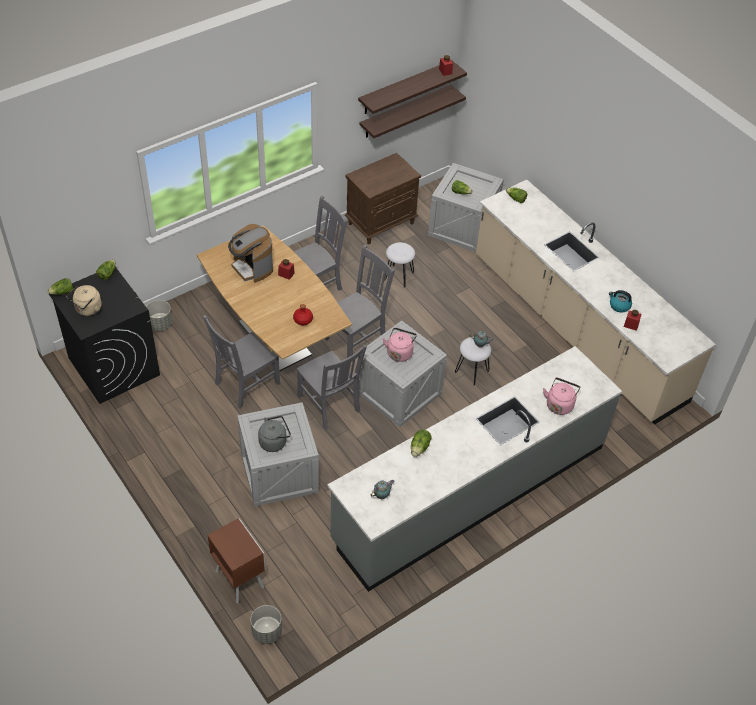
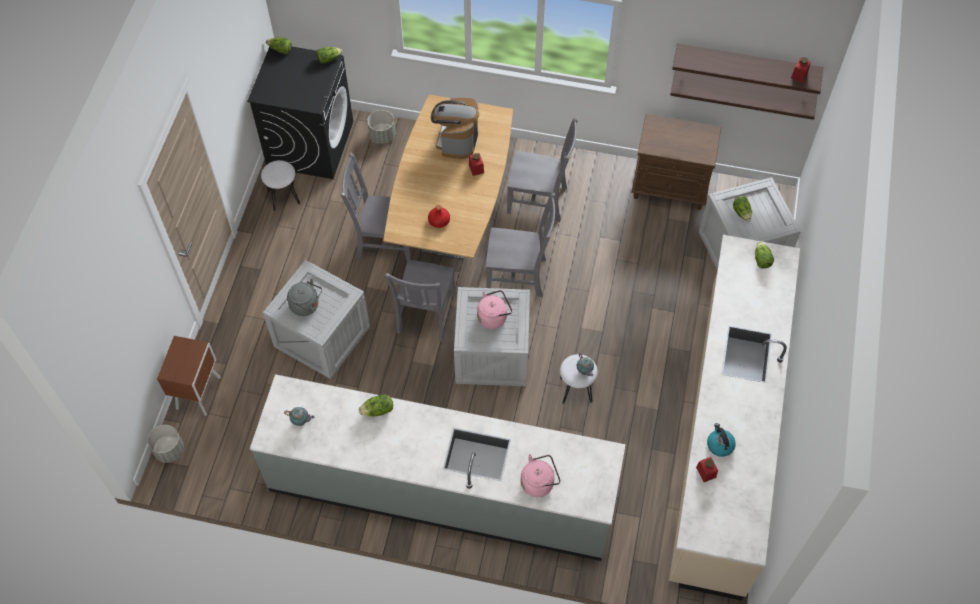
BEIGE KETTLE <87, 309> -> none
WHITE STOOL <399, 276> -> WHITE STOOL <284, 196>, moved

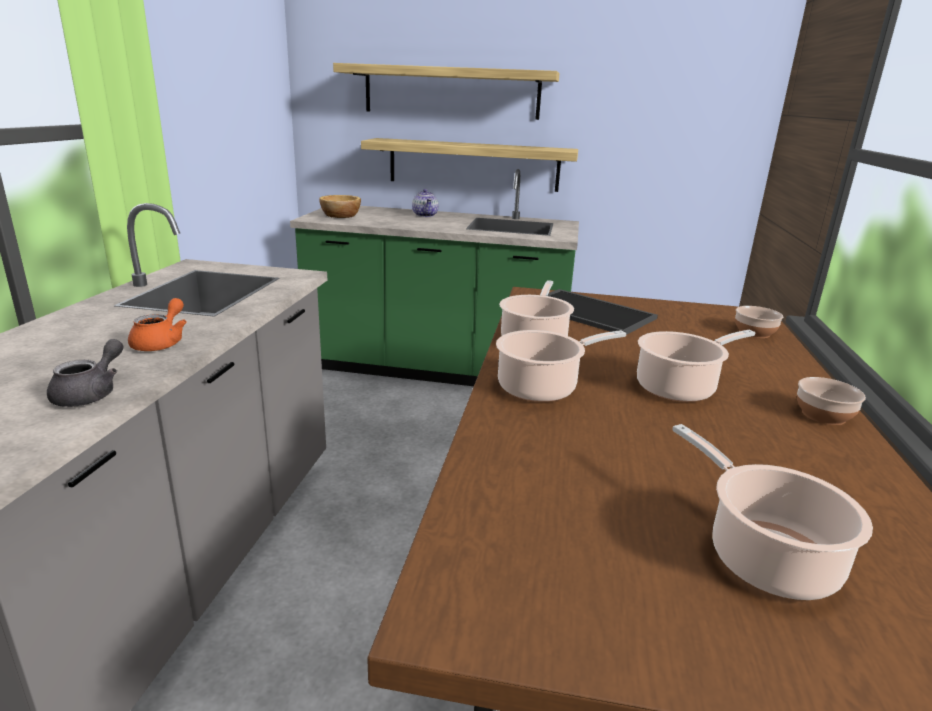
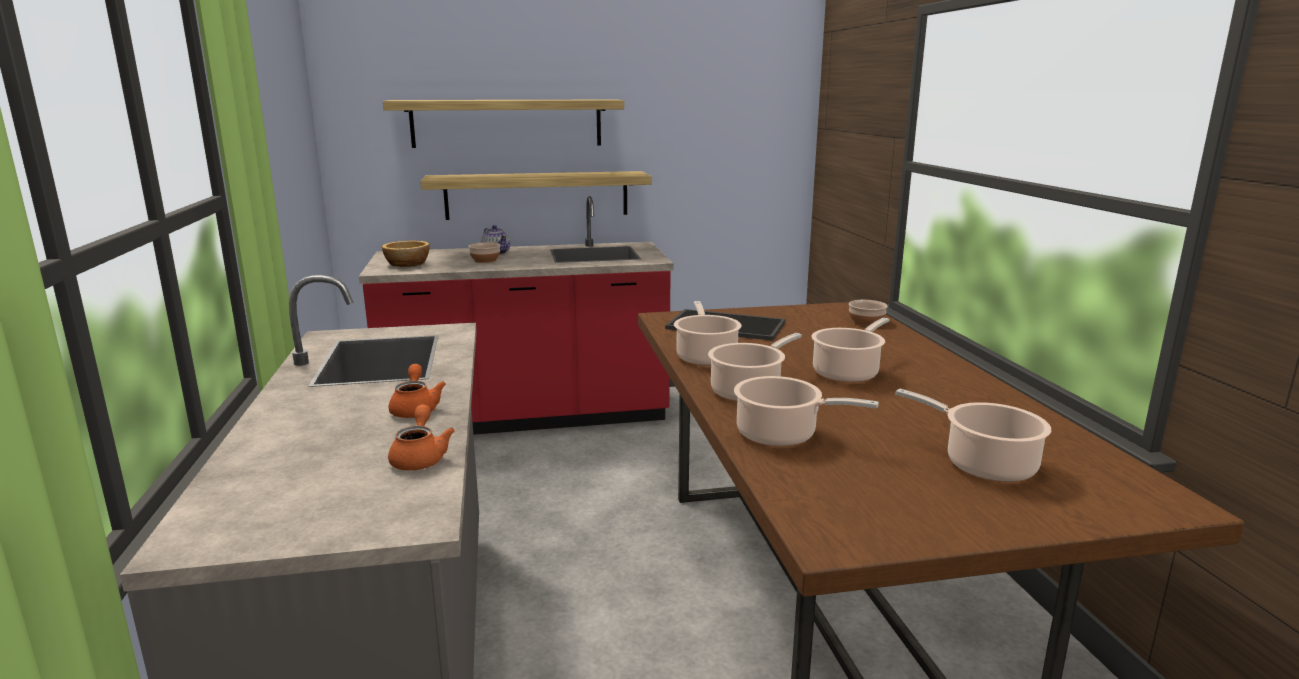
GREY TEAPOT <91, 394> -> ORANGE TEAPOT <420, 457>
GREEN COUNTER <437, 370> -> RED COUNTER <528, 417>
BOWL <823, 415> -> BOWL <485, 260>, moved
none -> COOKING POT <781, 435>

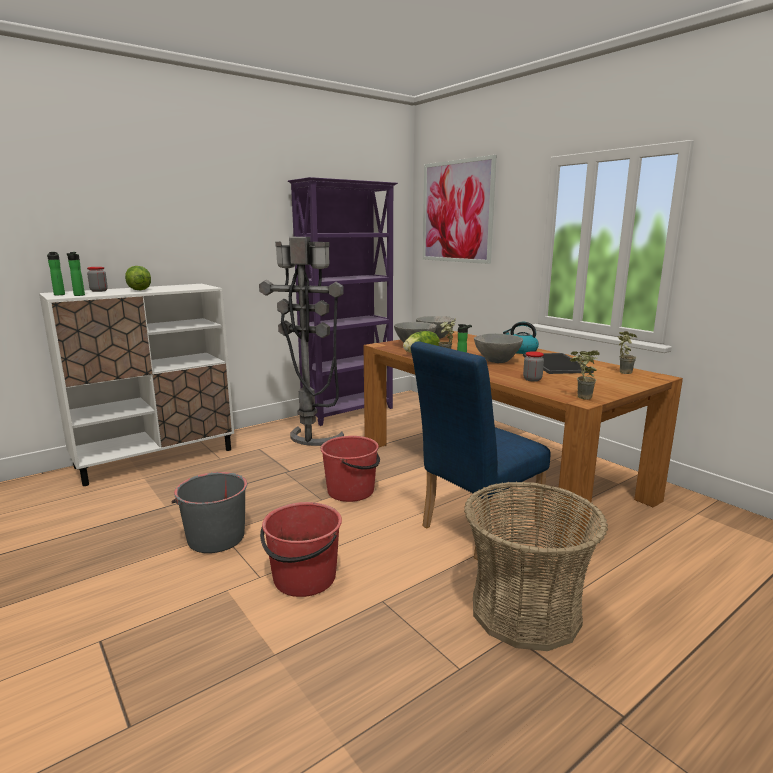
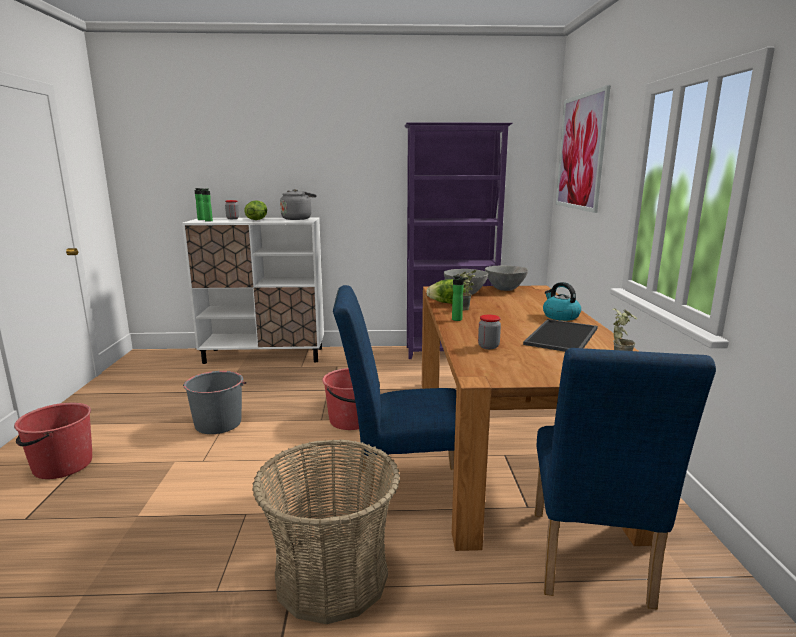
GREY FLOOR LAMP <310, 442> -> none
RED BUCKET <304, 578> -> RED BUCKET <62, 465>, moved
GREY BOWL <497, 361> -> none
POTTED PLANT <580, 397> -> none
none -> GREY KETTLE <298, 219>
none -> BLUE CHAIR <589, 564>

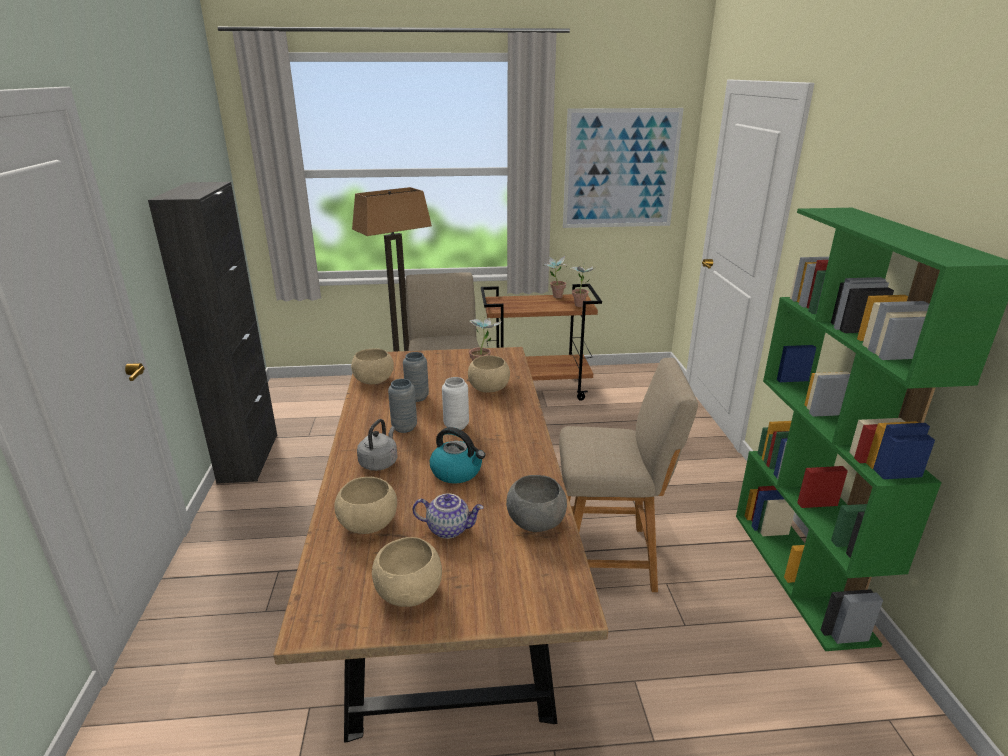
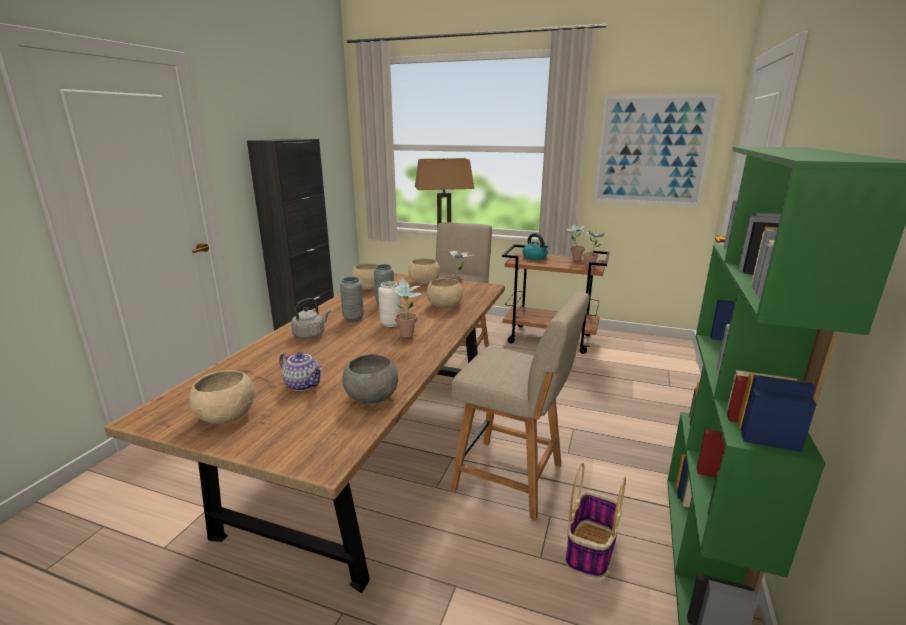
BEIGE BOWL <367, 524> -> BEIGE BOWL <424, 282>, moved
KETTLE <457, 472> -> KETTLE <535, 257>, moved
none -> POTTED PLANT <407, 336>
none -> BASKET <590, 550>

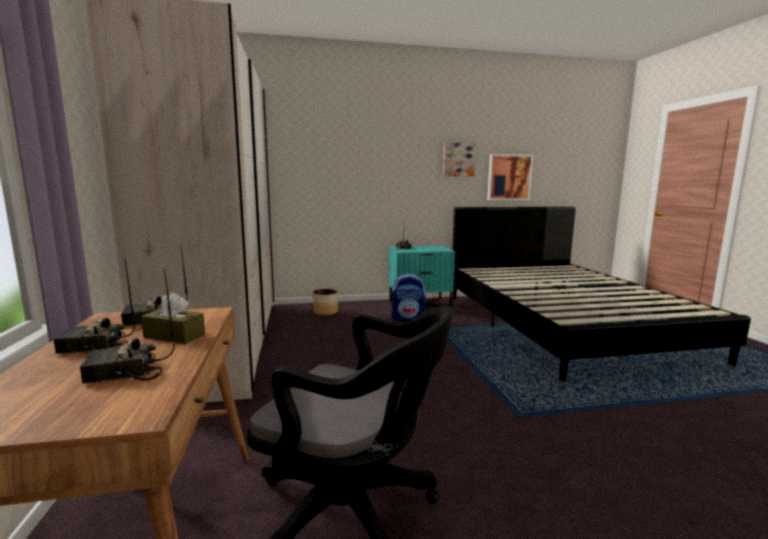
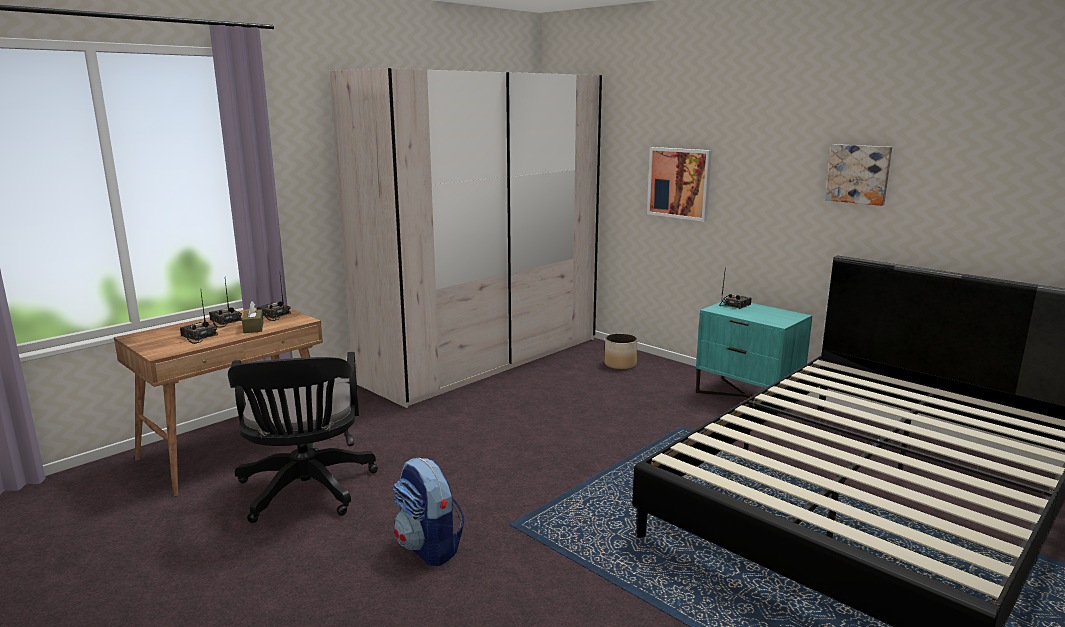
BACKPACK <408, 318> -> BACKPACK <429, 548>, moved
PICTURE <509, 177> -> PICTURE <679, 183>, moved

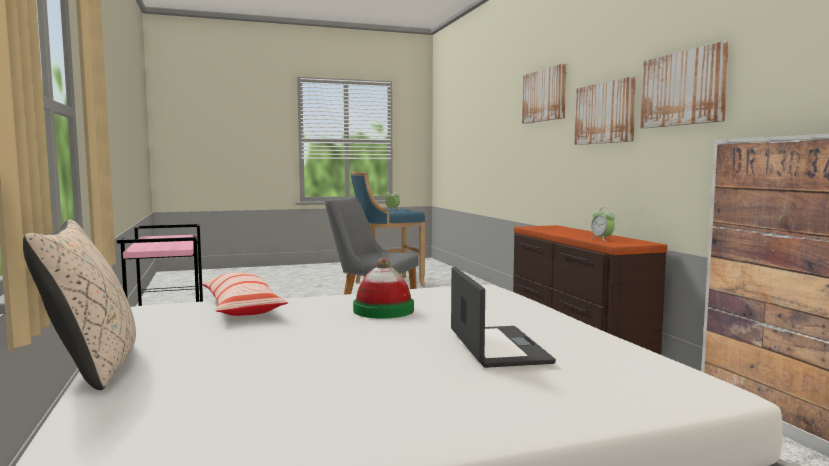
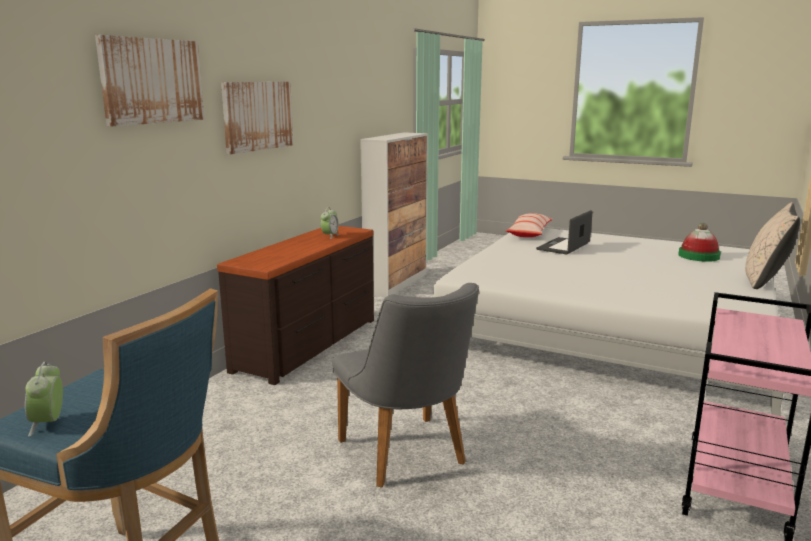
PILLOW <241, 308> -> PILLOW <529, 233>, moved
HAT <383, 310> -> HAT <698, 256>, moved
PICTURE <683, 88> -> none

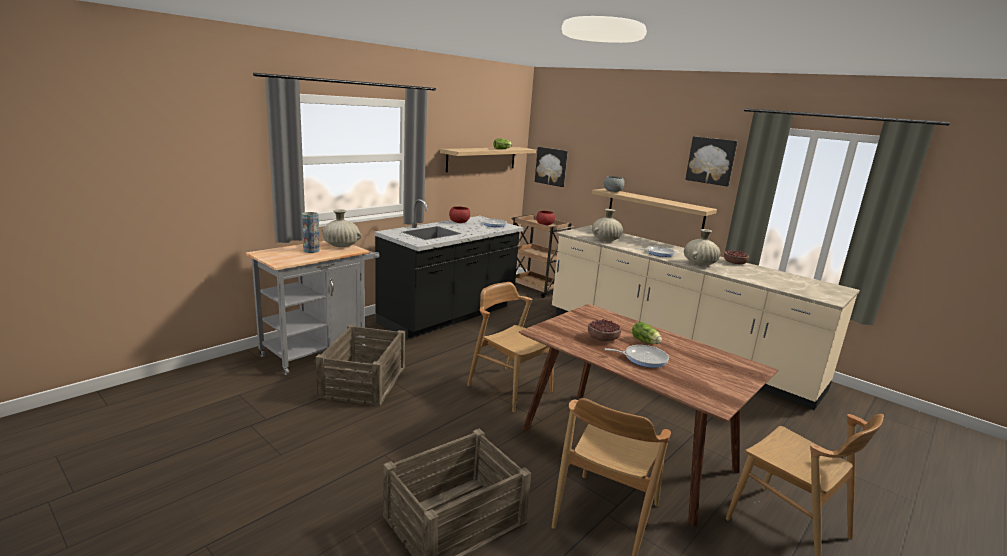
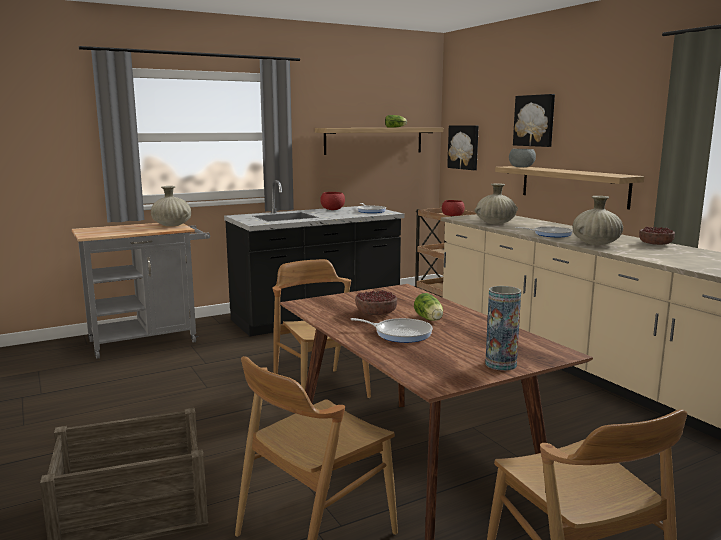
VASE <311, 250> -> VASE <500, 364>, moved
CRATE <362, 381> -> none
PICTURE <711, 161> -> PICTURE <535, 120>, moved

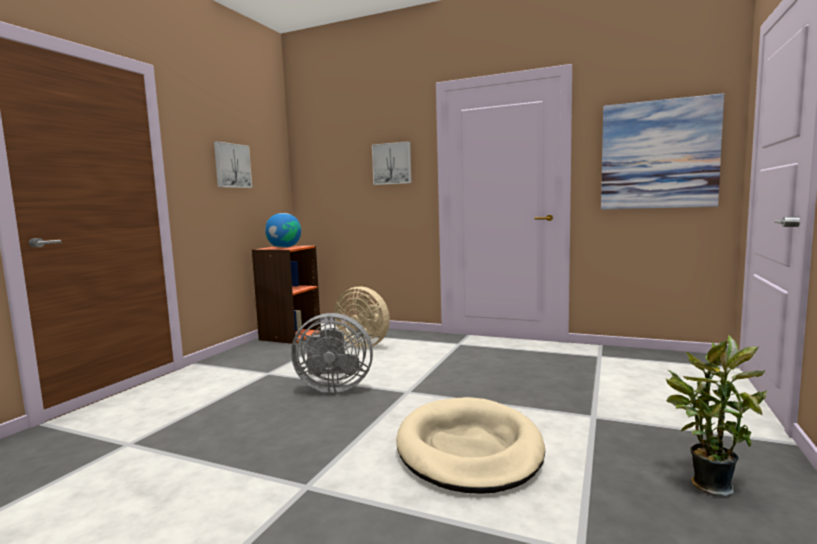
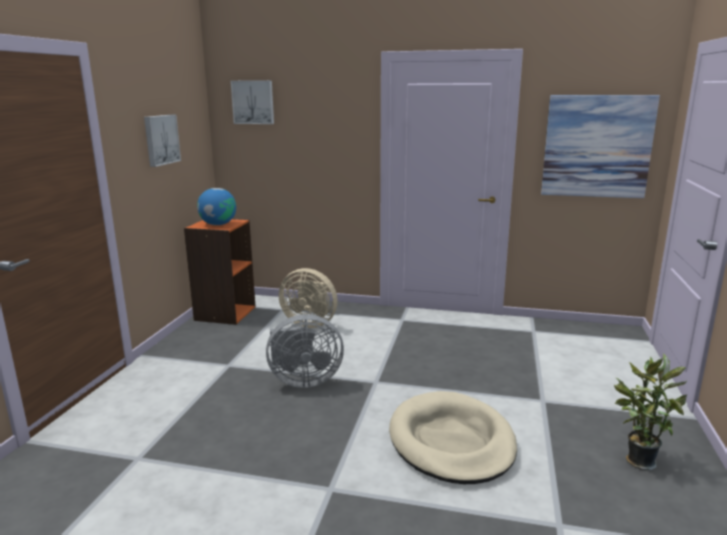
PICTURE <392, 163> -> PICTURE <253, 102>, moved

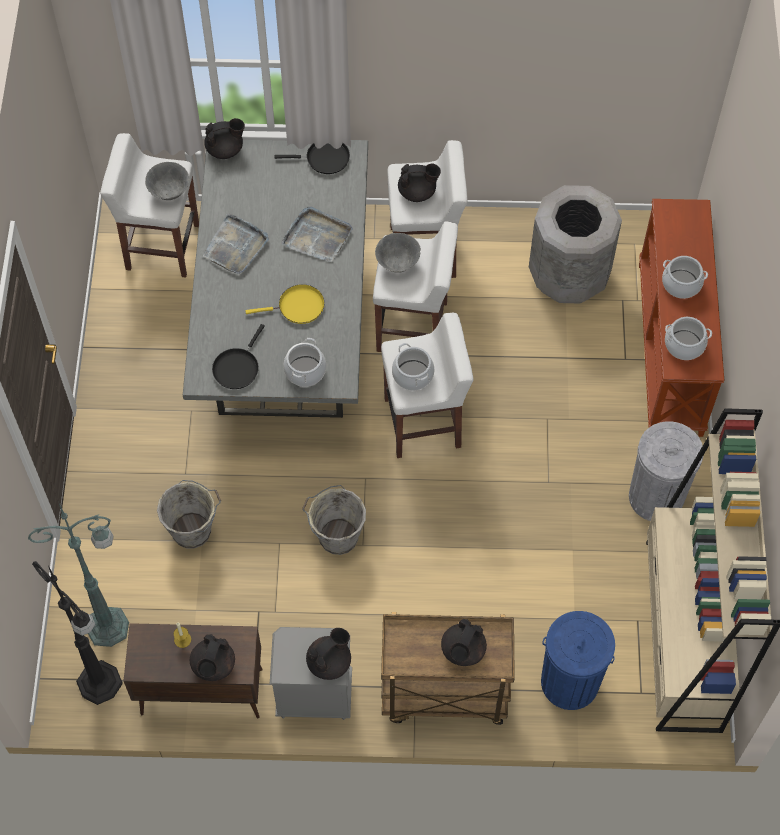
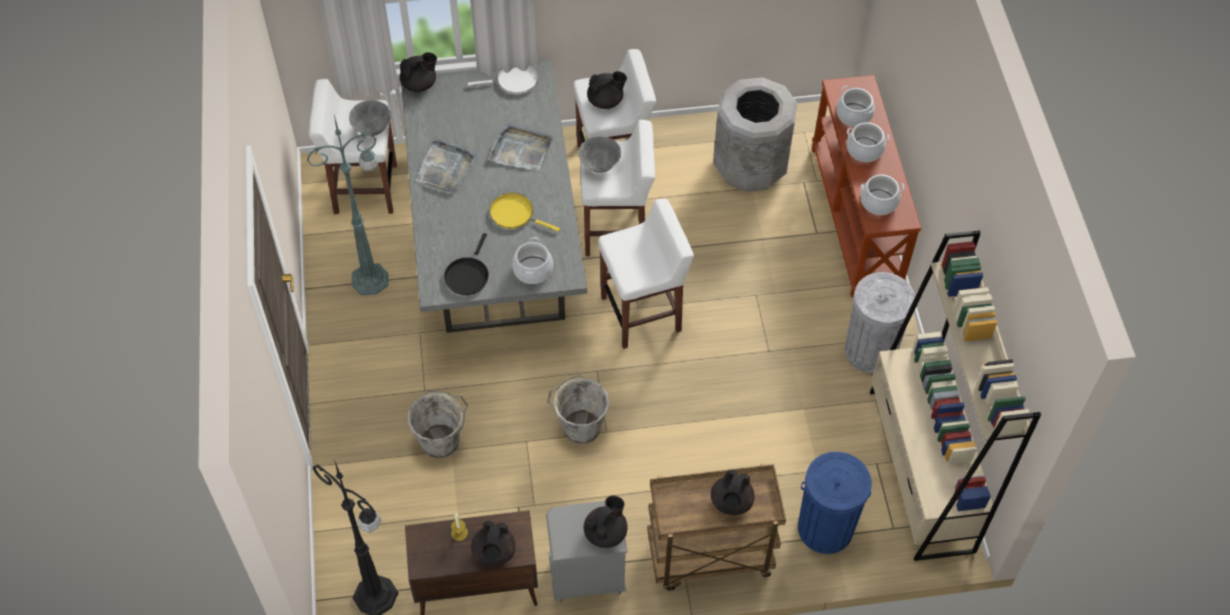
GREEN FLOOR LAMP <110, 626> -> GREEN FLOOR LAMP <372, 279>, moved
YELLOW FRYING PAN <298, 307> -> YELLOW FRYING PAN <515, 214>, 135 degrees counterclockwise
BLACK FRYING PAN <324, 158> -> WHITE FRYING PAN <514, 81>
COOKING POT <412, 375> -> COOKING POT <854, 115>, moved

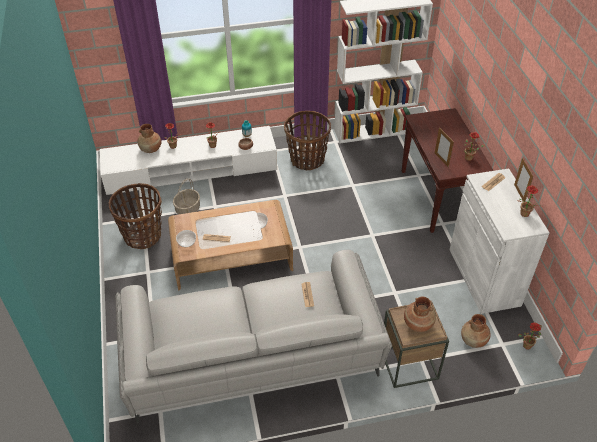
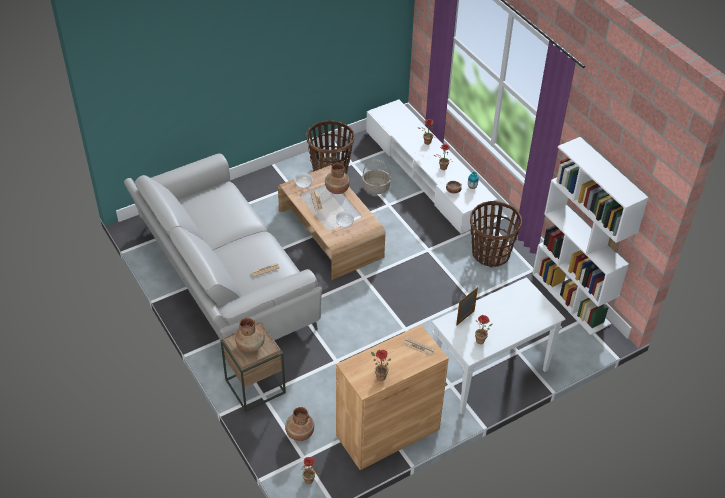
BROWN VASE <151, 149> -> BROWN VASE <337, 190>, moved
BROWN CONSOLE TABLE <437, 198> -> WHITE CONSOLE TABLE <489, 374>
WHITE CABINET <484, 277> -> BROWN CABINET <388, 432>
PICTURE FRAME <519, 193> -> none

